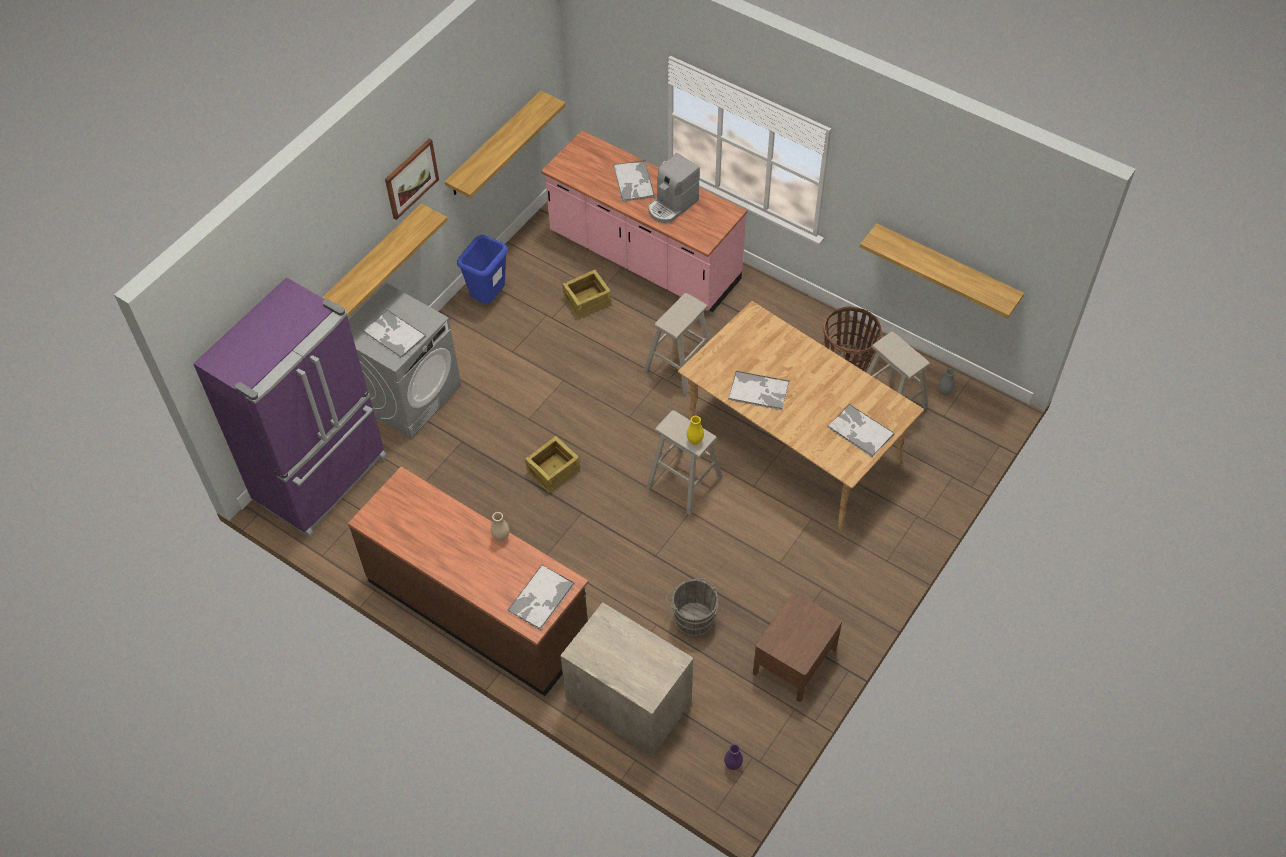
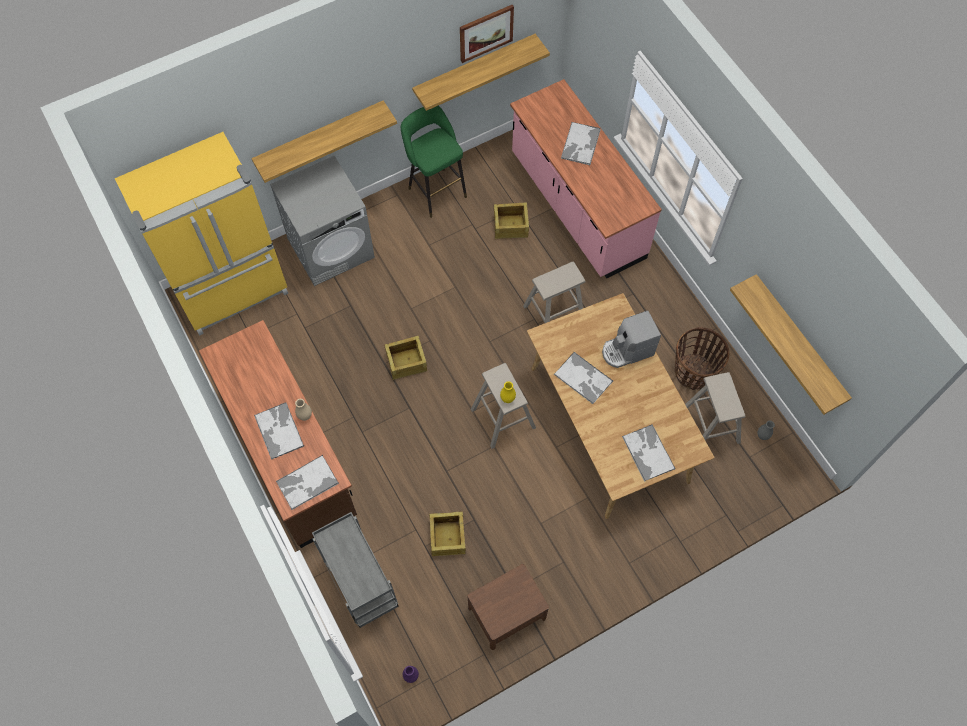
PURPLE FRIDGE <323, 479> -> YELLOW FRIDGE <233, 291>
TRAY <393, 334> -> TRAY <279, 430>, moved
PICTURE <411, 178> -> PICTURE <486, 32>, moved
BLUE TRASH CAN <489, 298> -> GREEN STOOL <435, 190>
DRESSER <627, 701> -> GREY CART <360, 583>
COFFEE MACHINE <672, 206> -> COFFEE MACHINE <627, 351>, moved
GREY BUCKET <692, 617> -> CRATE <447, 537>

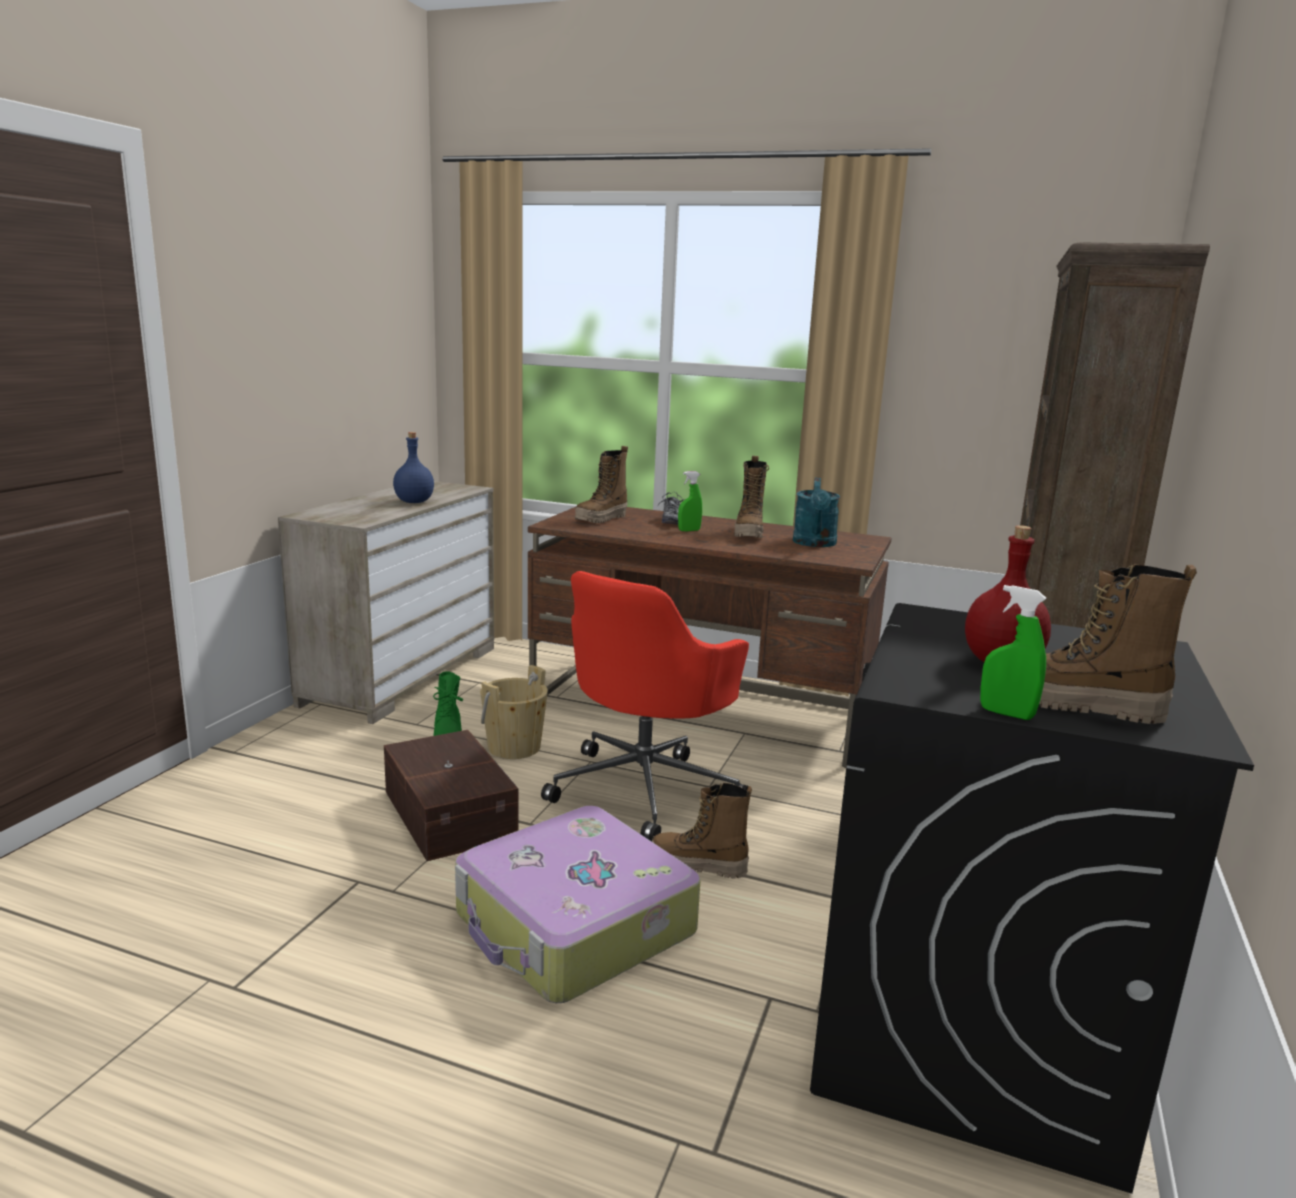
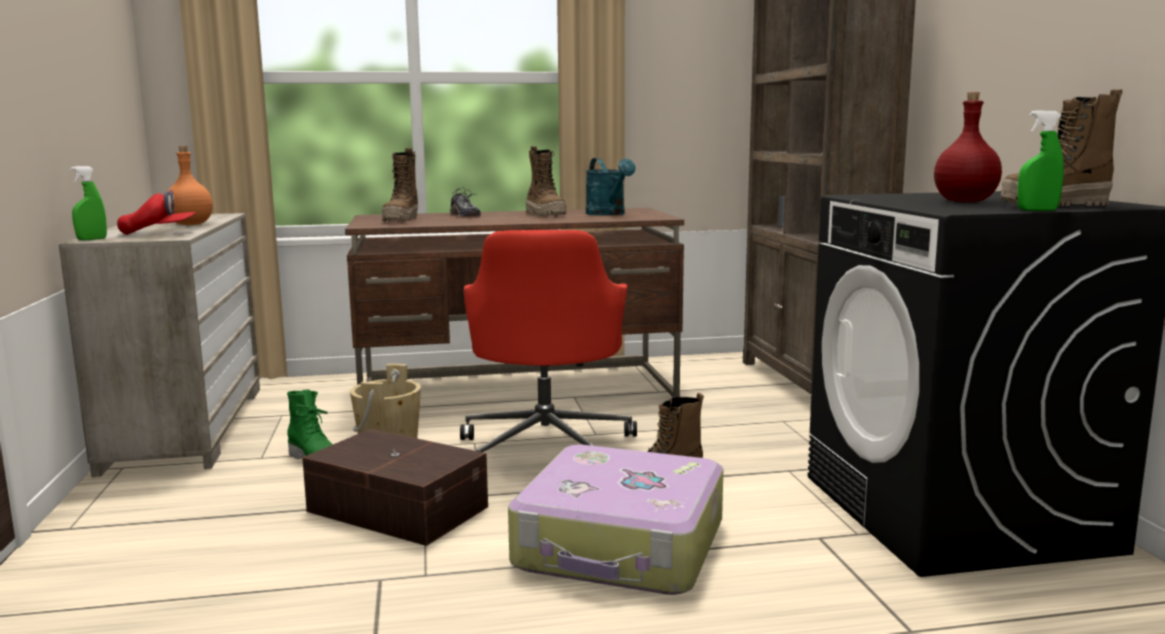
BLUE BOTTLE <414, 502> -> ORANGE BOTTLE <190, 224>
GREEN SPRAY BOTTLE <689, 530> -> GREEN SPRAY BOTTLE <92, 239>, moved
none -> RED CAP <158, 233>

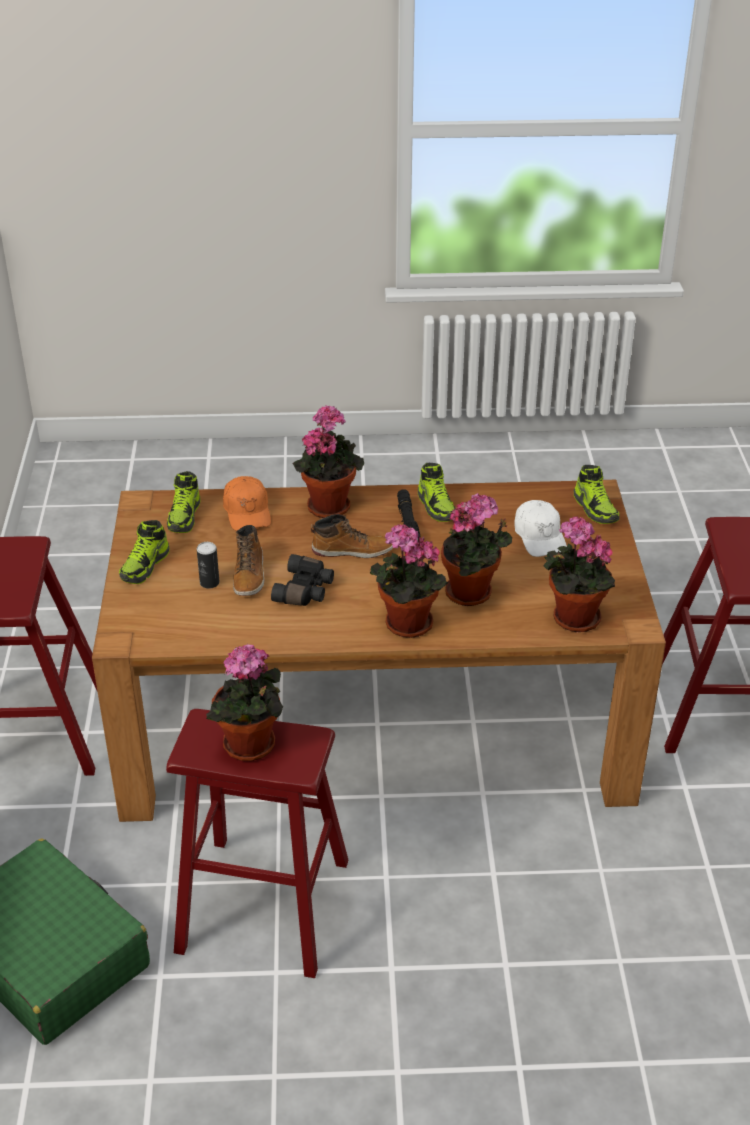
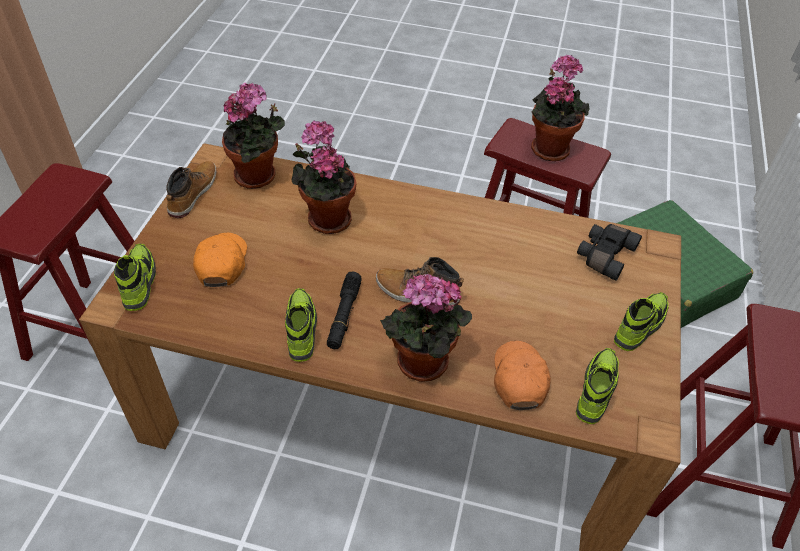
CAN <209, 582> -> none
BOOT <249, 575> -> BOOT <192, 194>, moved
BLACK BINOCULARS <305, 590> -> BLACK BINOCULARS <604, 255>, moved
POTTED PLANT <405, 625> -> none
WHITE CAP <540, 536> -> ORANGE CAP <221, 263>

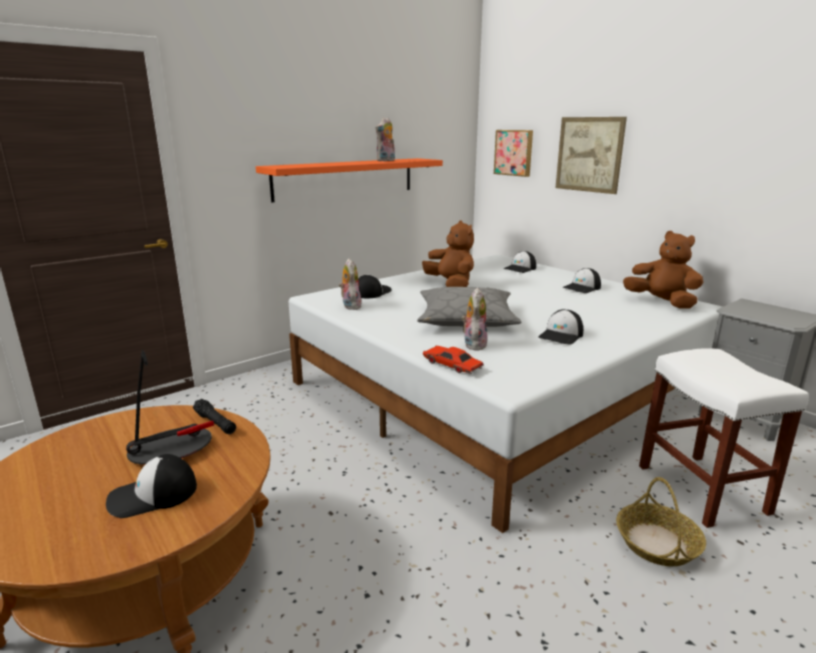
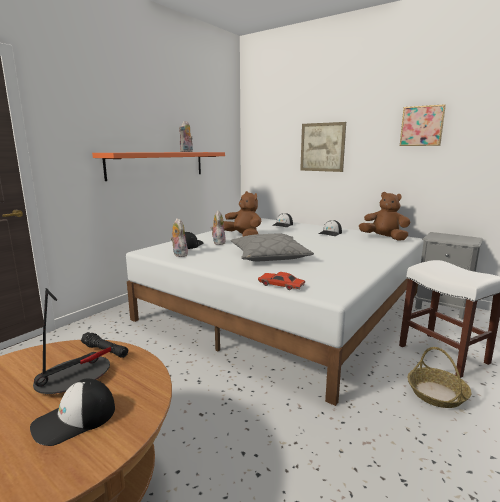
PLUSH TOY <473, 344> -> PLUSH TOY <218, 242>, moved
PICTURE <514, 152> -> PICTURE <422, 126>, moved
CAP <561, 335> -> none

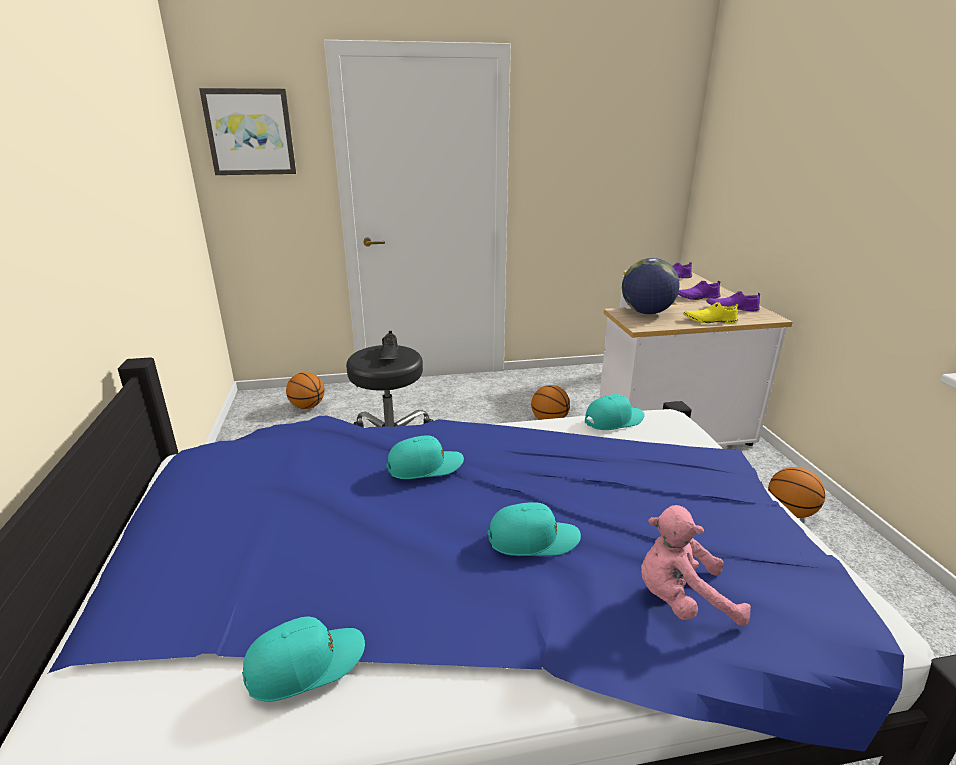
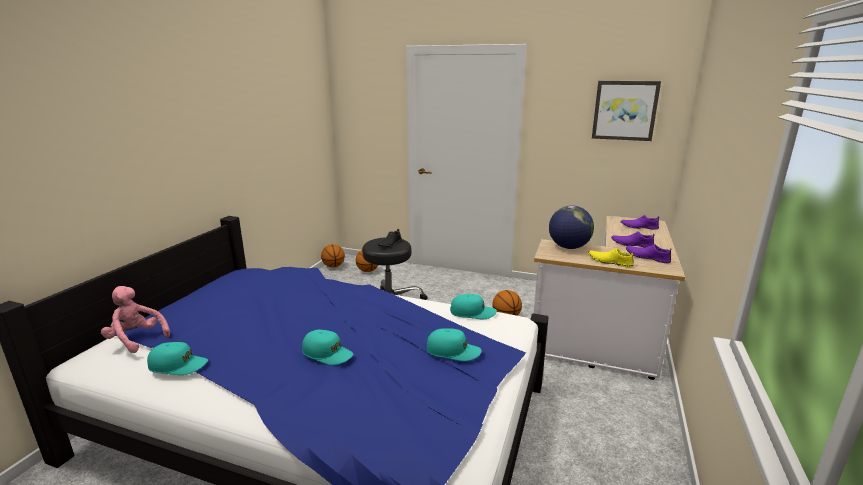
PICTURE <250, 132> -> PICTURE <624, 110>, moved
TURQUOISE CAP <425, 466> -> TURQUOISE CAP <453, 351>, moved
PINK PLUSH TOY <681, 600> -> PINK PLUSH TOY <136, 339>, moved
BASKETBALL <790, 512> -> BASKETBALL <333, 266>, moved

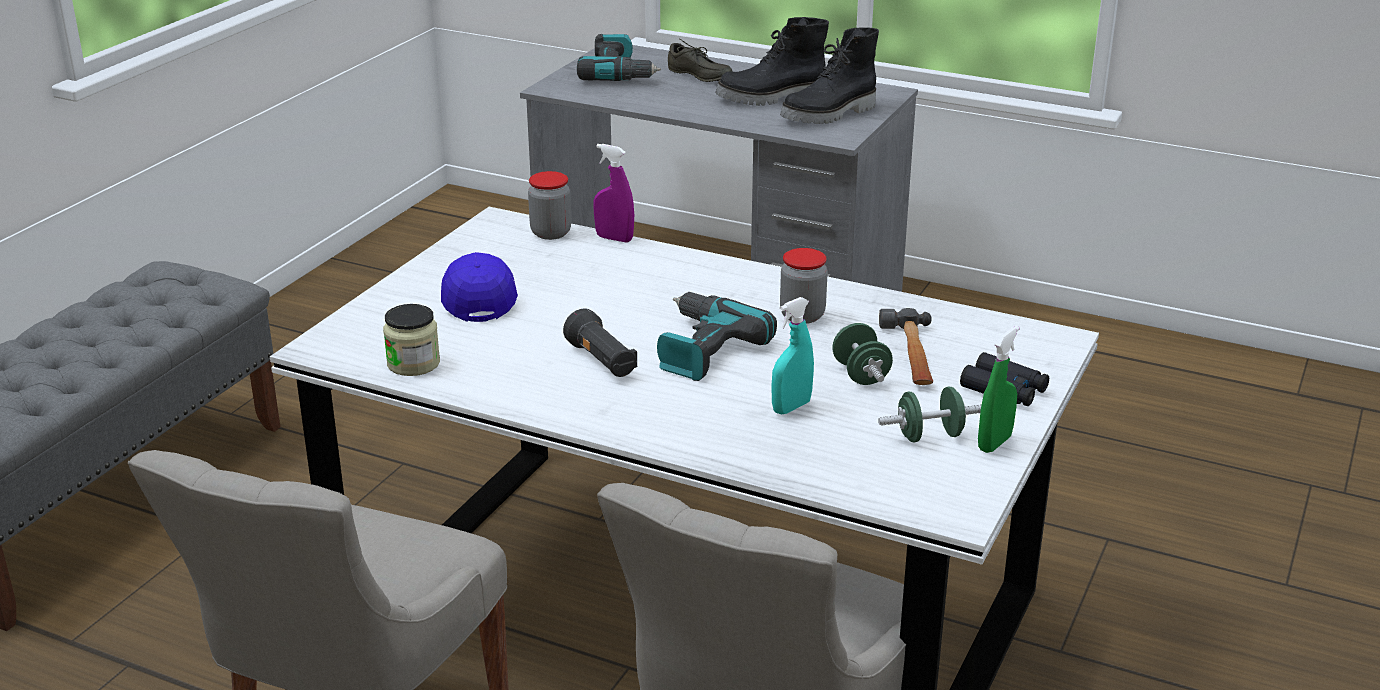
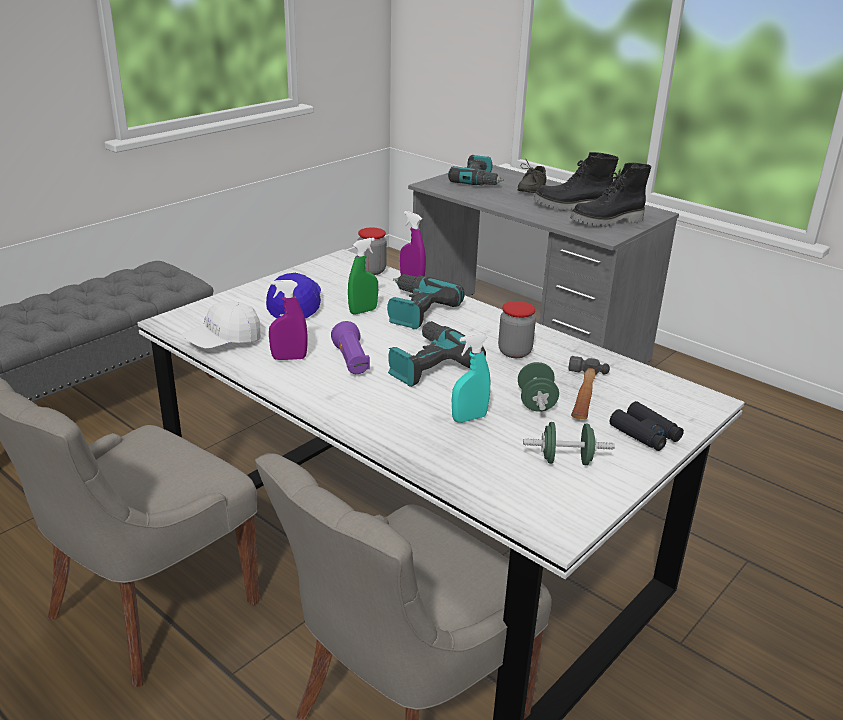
JAR <413, 363> -> WHITE CAP <224, 342>
BLACK FLASHLIGHT <602, 362> -> PURPLE FLASHLIGHT <351, 361>
GREY SHOE <698, 76> -> GREY SHOE <529, 188>, 60 degrees clockwise
GREEN SPRAY BOTTLE <994, 443> -> GREEN SPRAY BOTTLE <363, 311>, moved
none -> PURPLE SPRAY BOTTLE <289, 358>
none -> POWER DRILL <415, 310>

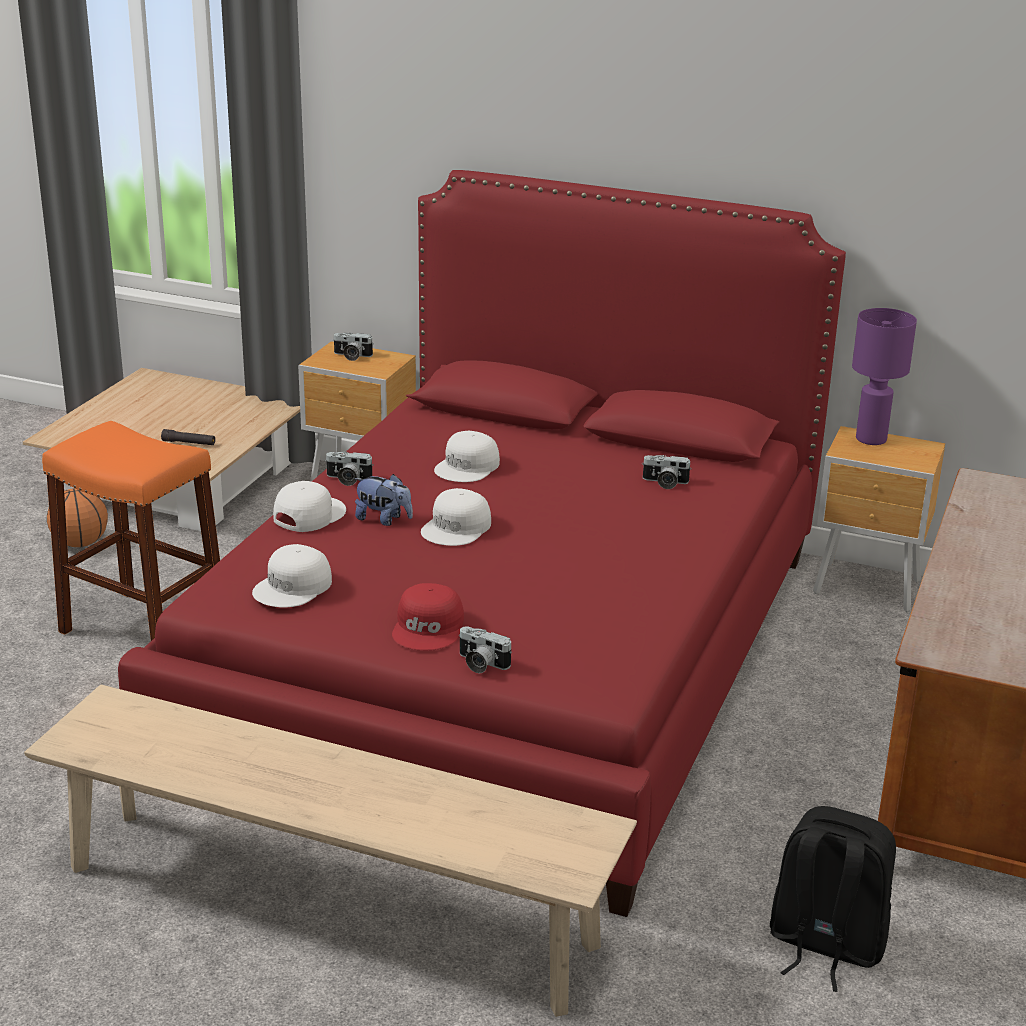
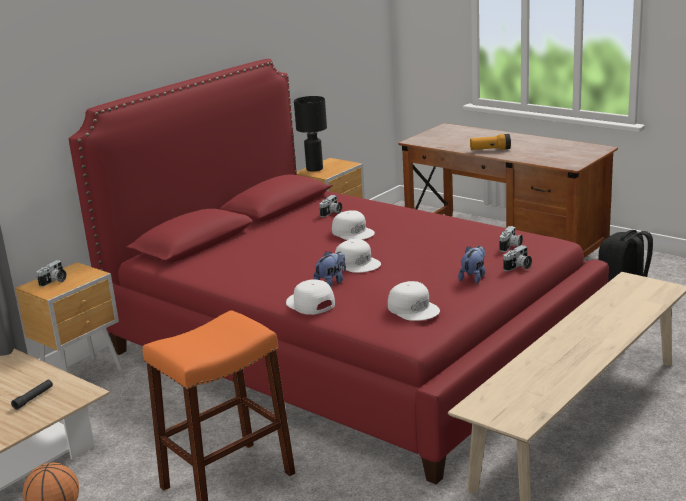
PHOTO CAMERA <347, 479> -> PHOTO CAMERA <511, 247>, moved
RED CAP <429, 628> -> PLUSH TOY <474, 277>
WHITE CAP <468, 467> -> WHITE CAP <353, 232>, moved
PURPLE TABLE LAMP <871, 440> -> BLACK TABLE LAMP <315, 169>
none -> FLASHLIGHT <490, 150>

